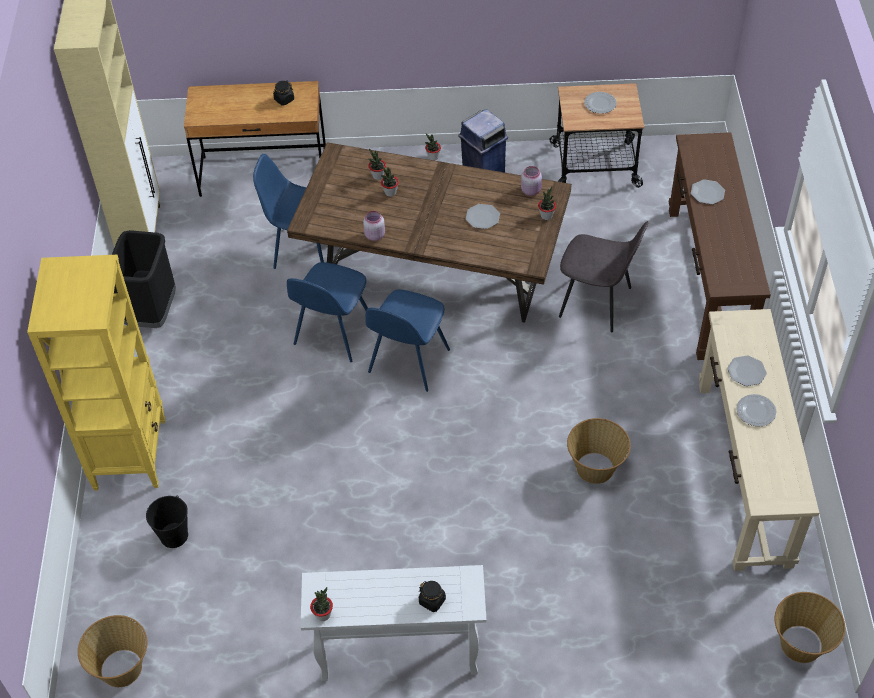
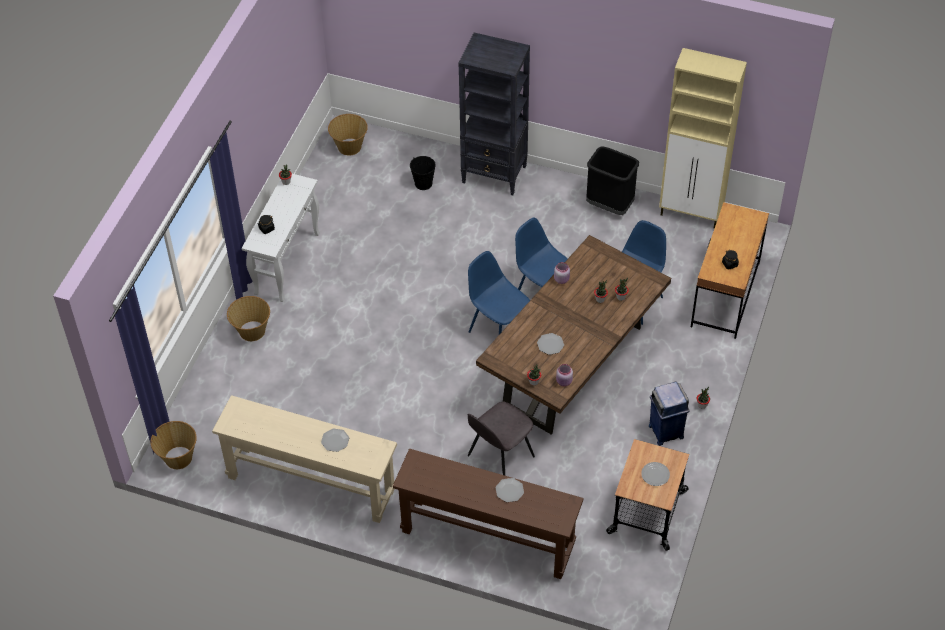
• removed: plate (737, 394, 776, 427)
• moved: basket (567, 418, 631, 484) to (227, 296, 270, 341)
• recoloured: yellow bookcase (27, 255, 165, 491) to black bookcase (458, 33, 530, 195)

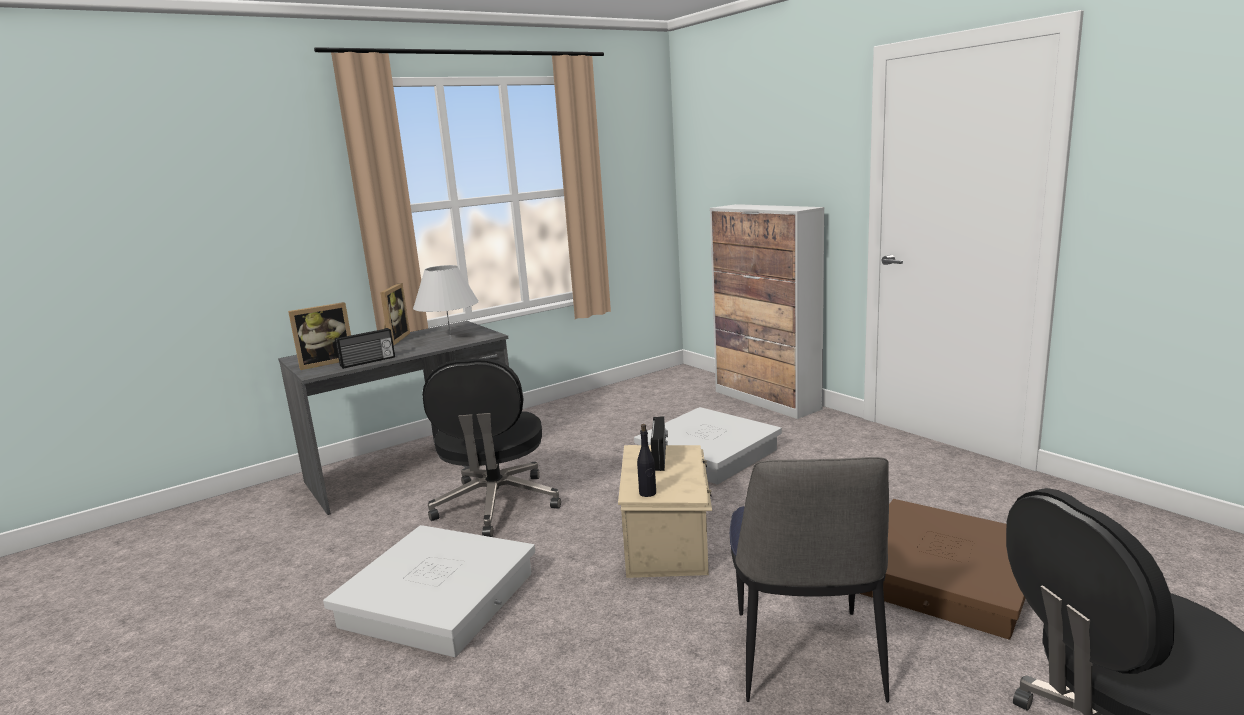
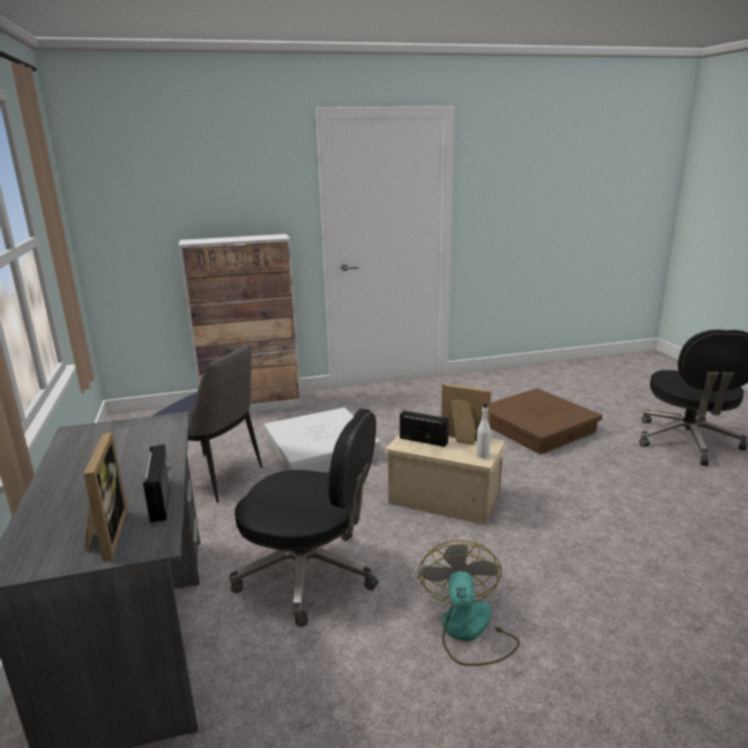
• removed: white table lamp (413, 265, 479, 339)
• moved: picture frame (380, 283, 410, 346) to (441, 384, 491, 445)
• moved: chair (730, 457, 889, 703) to (153, 344, 262, 503)
• replaced: white storage box (323, 525, 535, 657) to fan (418, 540, 520, 666)
• recoloured: black bottle (637, 424, 656, 497) to white bottle (476, 403, 491, 458)

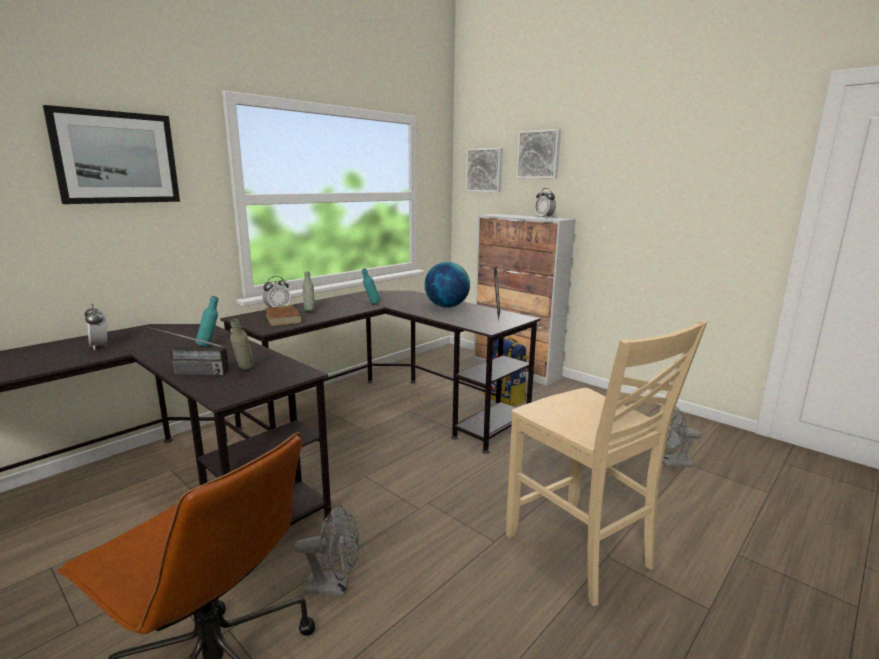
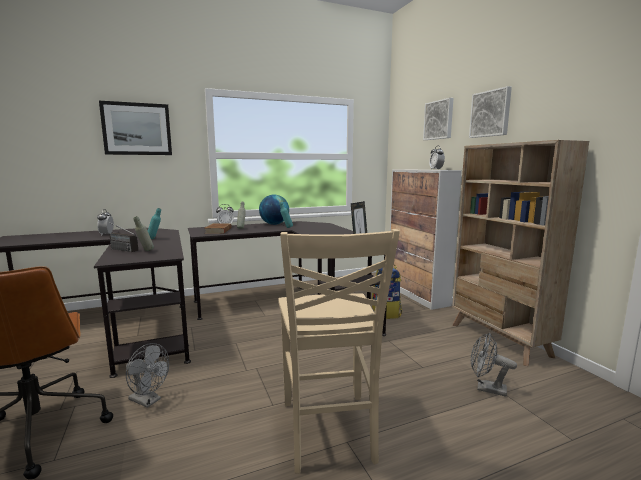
• added: beige bookcase (452, 140, 589, 366)
• moved: globe (425, 262, 470, 308) to (259, 194, 289, 225)
• moved: picture (466, 148, 503, 192) to (469, 86, 512, 138)

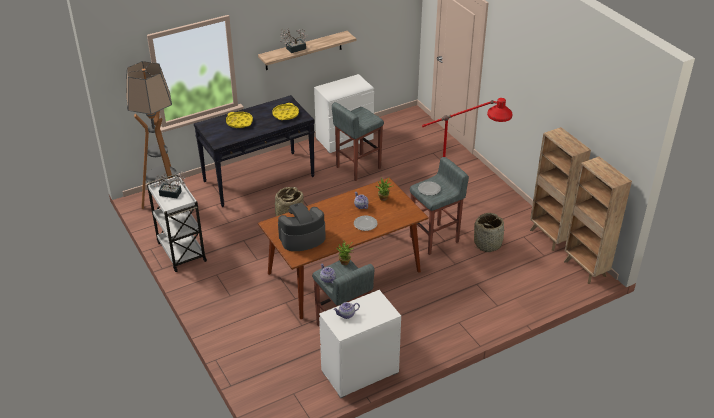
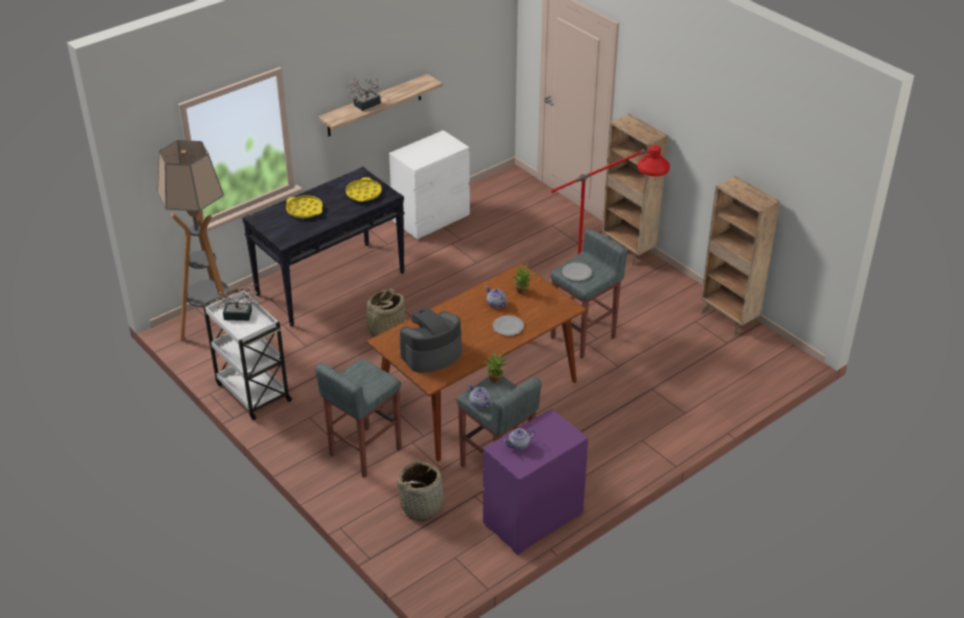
• moved: grey stool (332, 102, 384, 181) to (315, 359, 401, 478)
• moved: basket (474, 213, 506, 252) to (397, 461, 447, 521)
• moved: brown bookcase (564, 156, 632, 284) to (602, 114, 668, 265)
• recoloured: white dresser (319, 290, 401, 398) to purple dresser (483, 409, 588, 555)

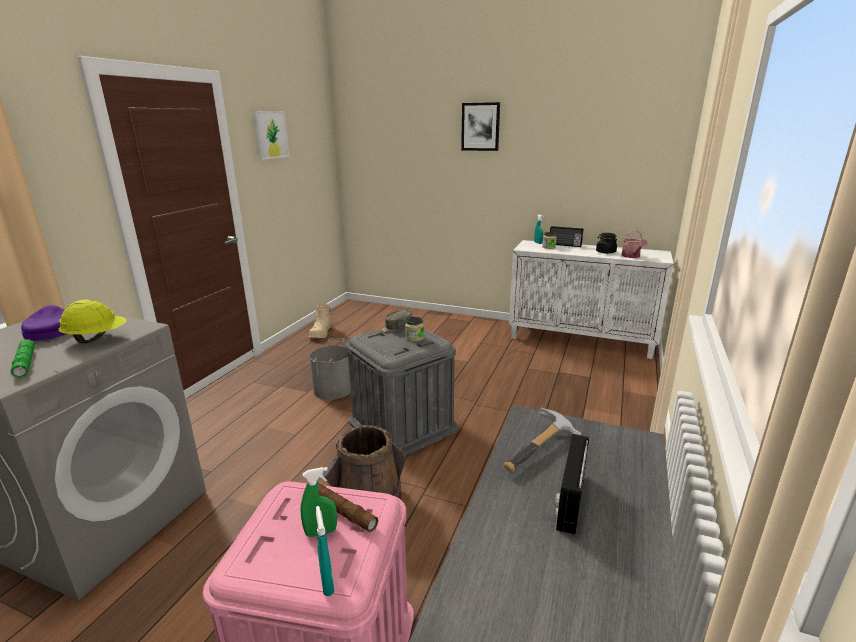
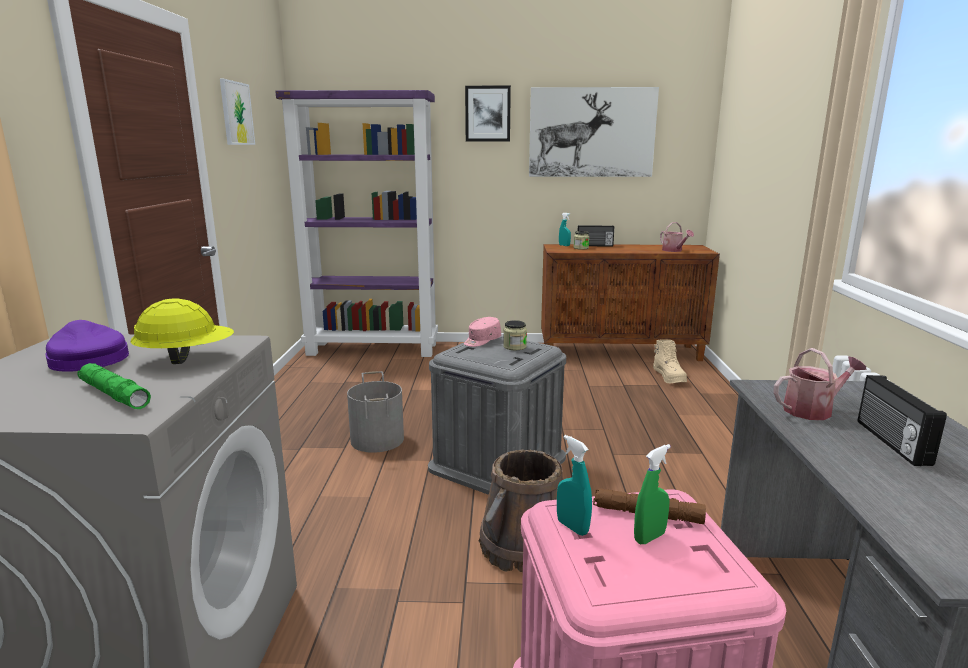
• removed: black jar (596, 233, 617, 254)
• added: purple bookcase (275, 90, 438, 357)
• added: picture (529, 87, 659, 177)
• moved: beige boot (309, 304, 332, 338) to (653, 339, 687, 384)
• moved: turquoise spray bottle (316, 506, 334, 596) to (557, 435, 592, 536)
• replaced: hammer (504, 407, 582, 473) to watering can (773, 348, 866, 420)
• recoloured: grey cap (380, 310, 412, 334) to pink cap (464, 317, 501, 347)
• recoloured: white cabinet (509, 240, 674, 359) to brown cabinet (541, 244, 720, 361)

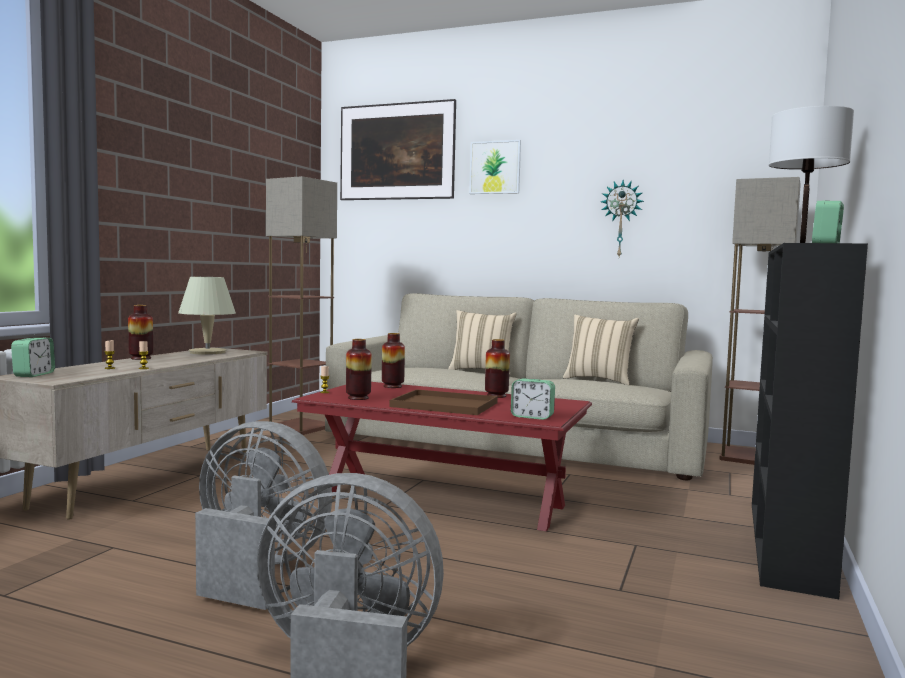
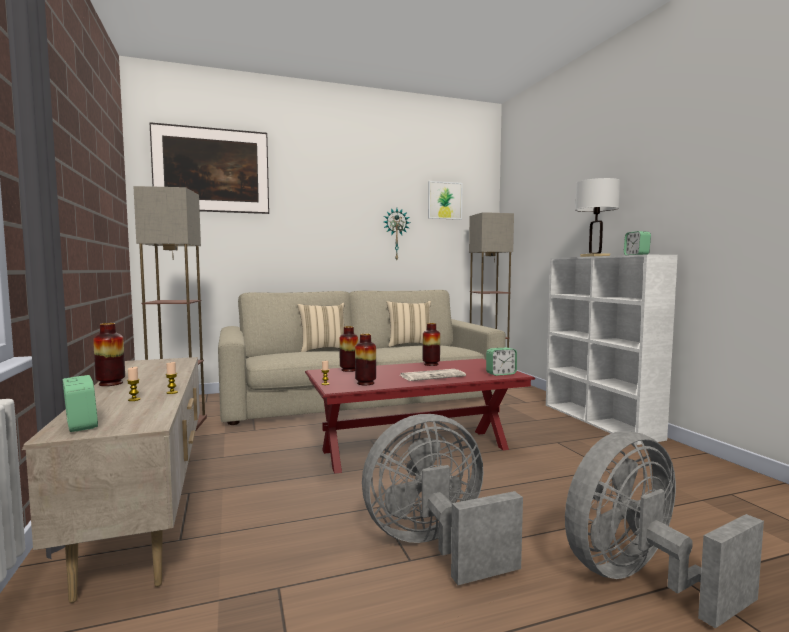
• removed: beige table lamp (178, 277, 236, 355)
• moved: picture (469, 140, 521, 194) to (428, 181, 463, 220)
• replaced: brown tray (390, 389, 498, 415) to newspaper (399, 369, 466, 381)
• recoloured: black bookcase (752, 243, 868, 599) to white bookcase (546, 254, 678, 445)

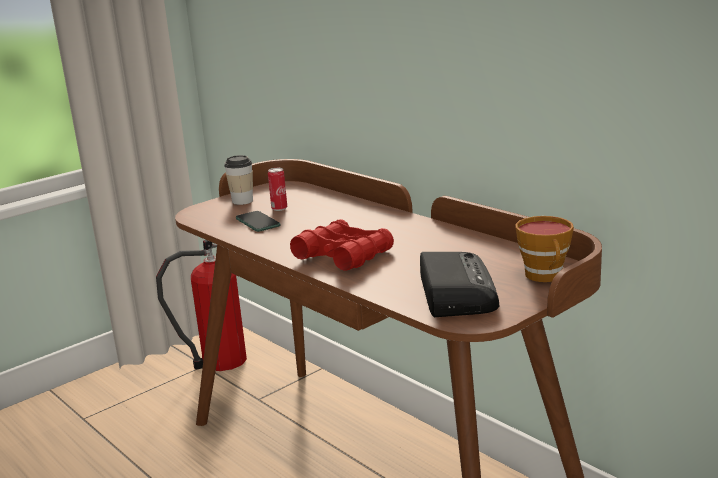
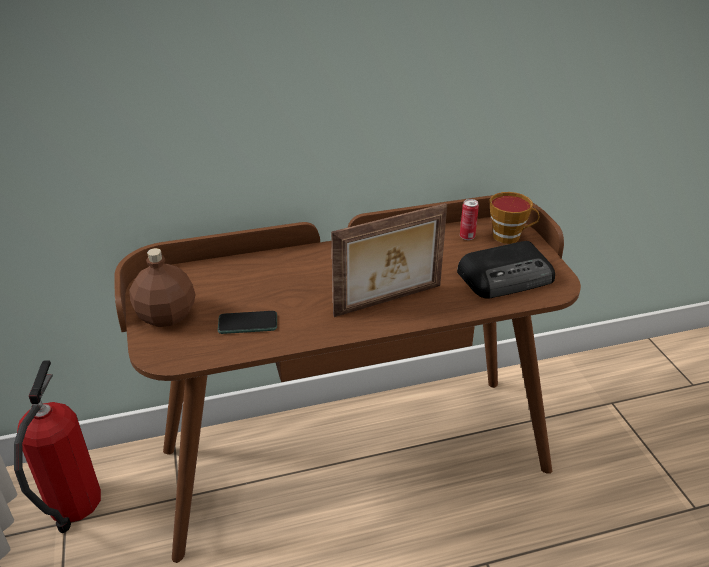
• moved: can (268, 168, 287, 211) to (460, 199, 479, 240)
• replaced: cup (224, 155, 253, 205) to brown bottle (129, 248, 195, 327)
• replaced: red binoculars (290, 219, 394, 271) to picture frame (331, 203, 447, 317)
• turned: radio (420, 252, 499, 317) = (457, 241, 555, 299) 135 degrees clockwise

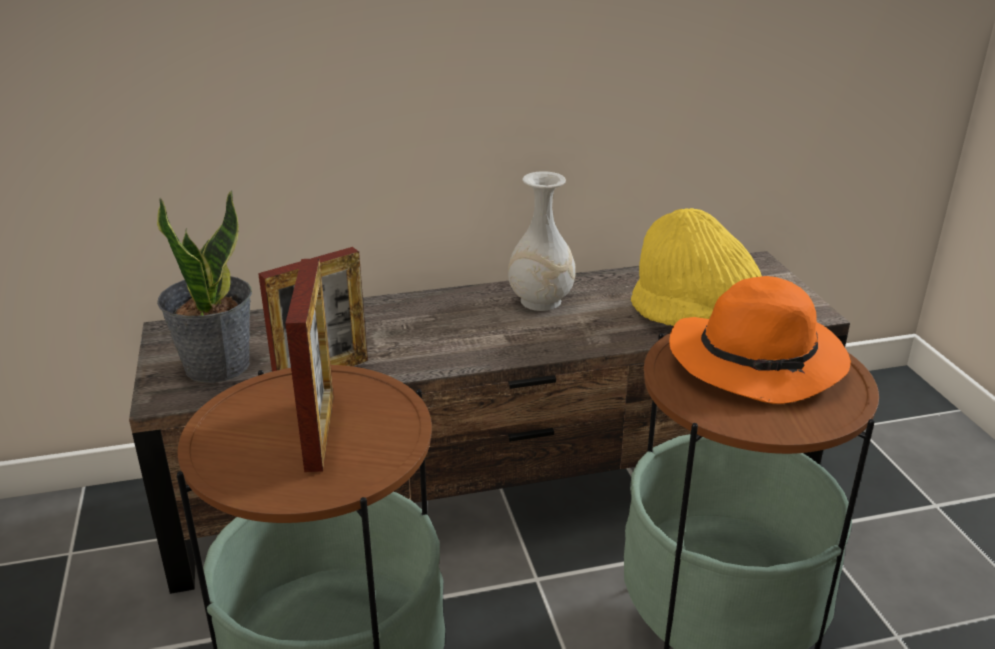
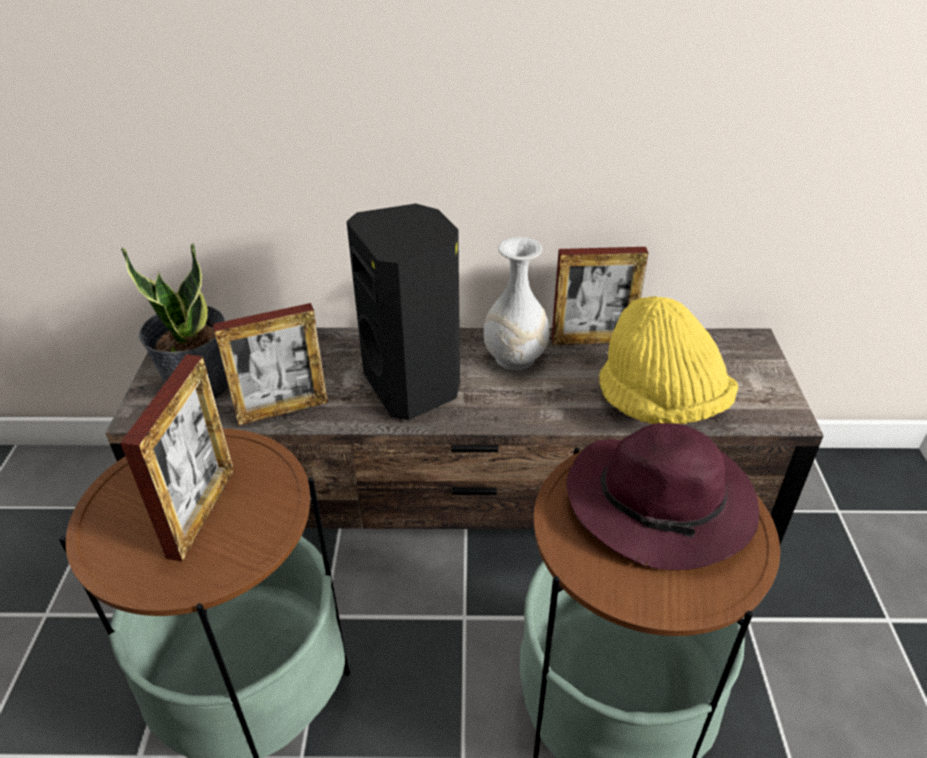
• added: black speaker (346, 204, 460, 420)
• added: picture frame (551, 247, 648, 345)
• recoloured: orange hat (669, 276, 851, 404) to purple hat (567, 423, 759, 570)

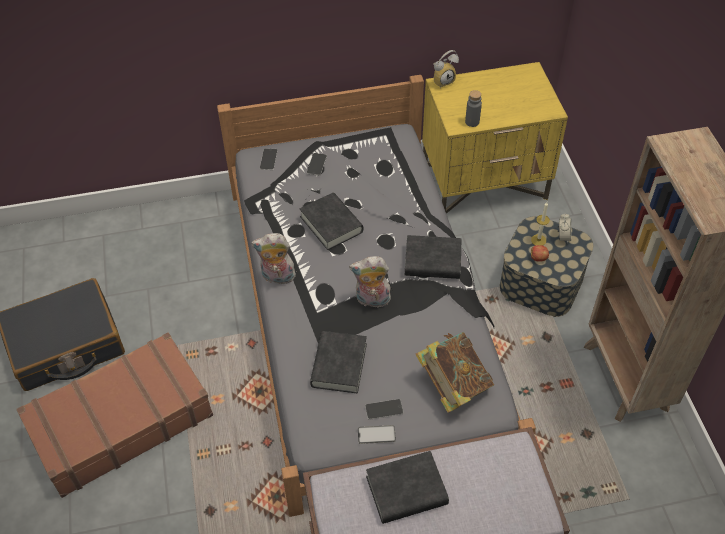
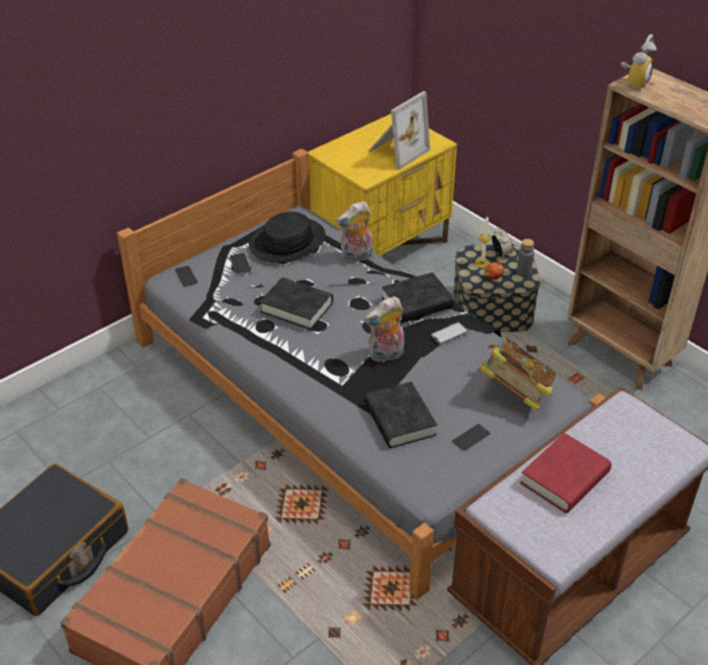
• added: black hat (249, 212, 326, 263)
• added: picture frame (368, 91, 430, 170)
• moved: plush toy (251, 233, 296, 285) to (336, 201, 373, 263)
• moved: phone (358, 425, 396, 444) to (431, 322, 468, 344)
• moved: alarm clock (433, 50, 459, 88) to (621, 34, 657, 90)
• moved: grey bottle (465, 90, 482, 127) to (517, 239, 534, 277)
• recoloured: black book (366, 451, 449, 524) to red book (520, 433, 612, 513)

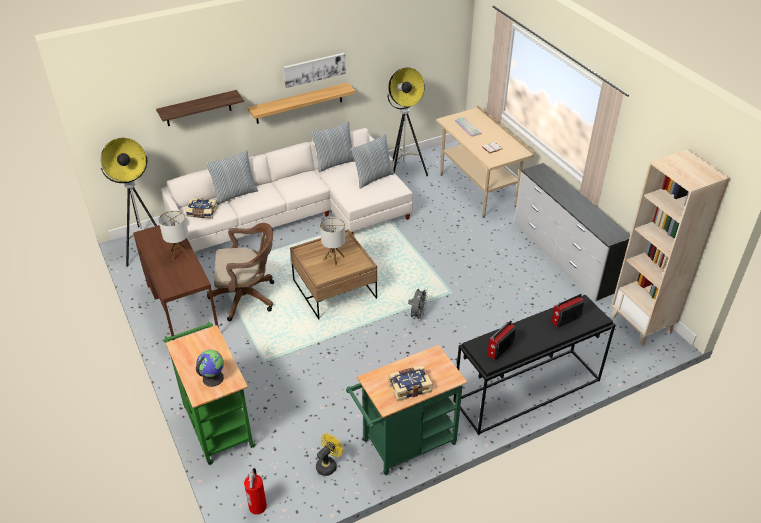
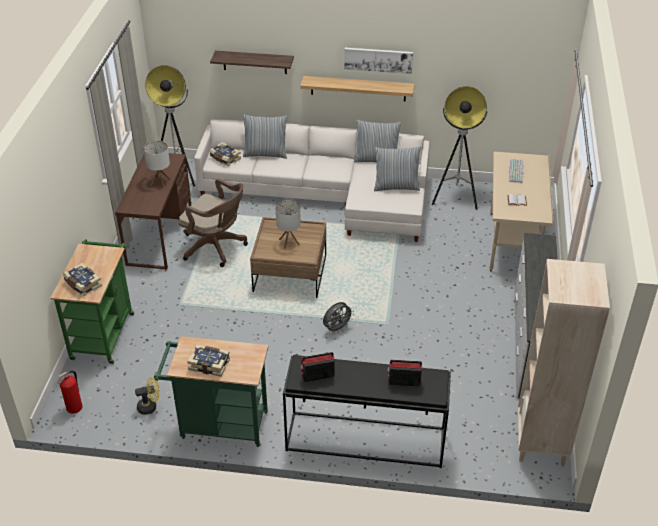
• replaced: globe (196, 350, 224, 387) to book (63, 263, 102, 296)

